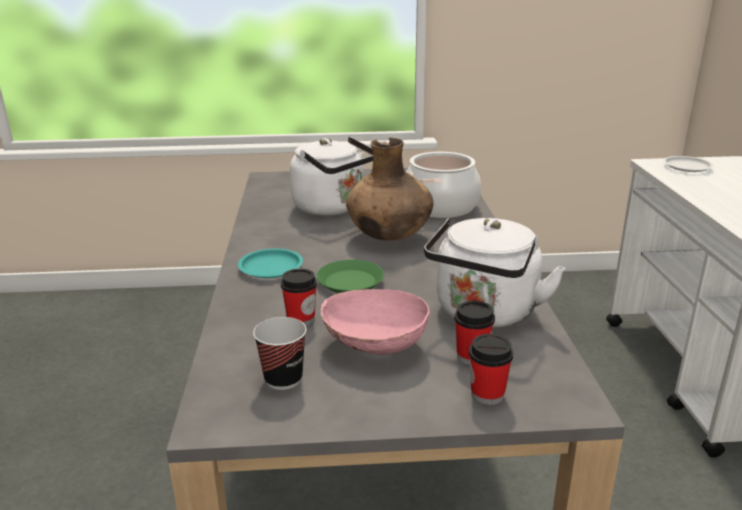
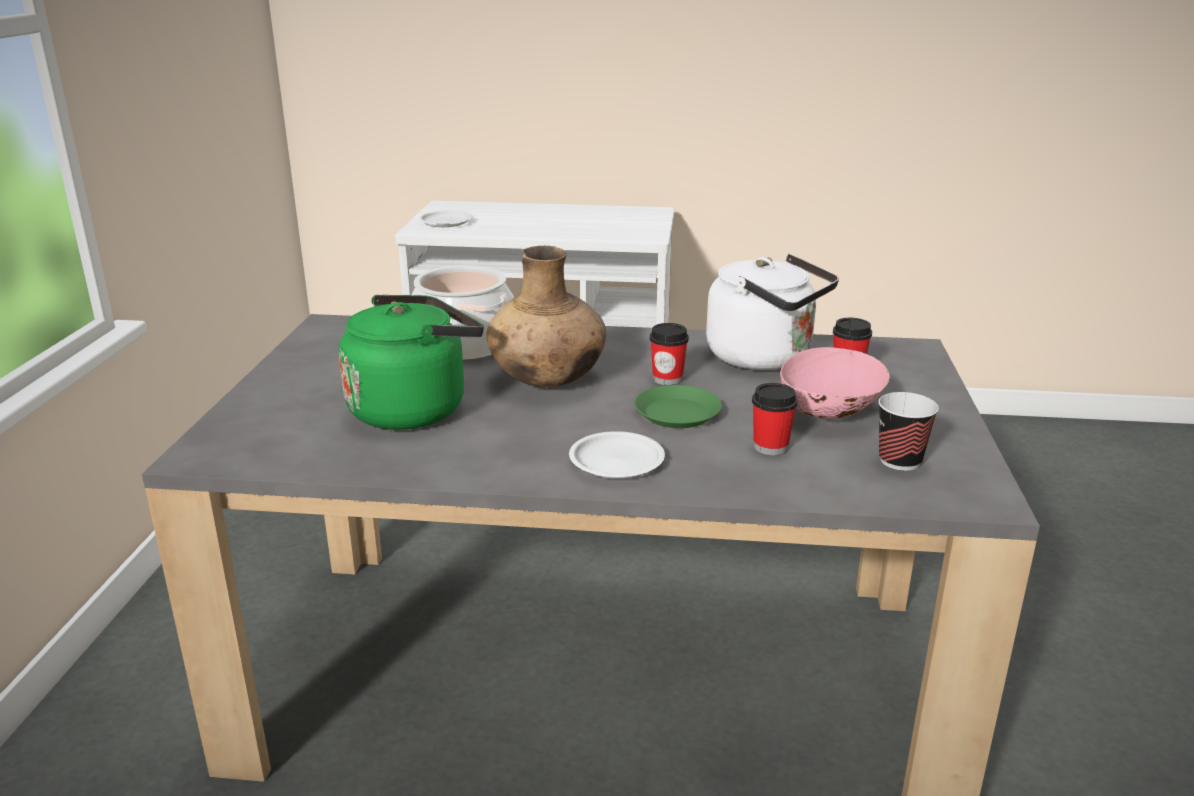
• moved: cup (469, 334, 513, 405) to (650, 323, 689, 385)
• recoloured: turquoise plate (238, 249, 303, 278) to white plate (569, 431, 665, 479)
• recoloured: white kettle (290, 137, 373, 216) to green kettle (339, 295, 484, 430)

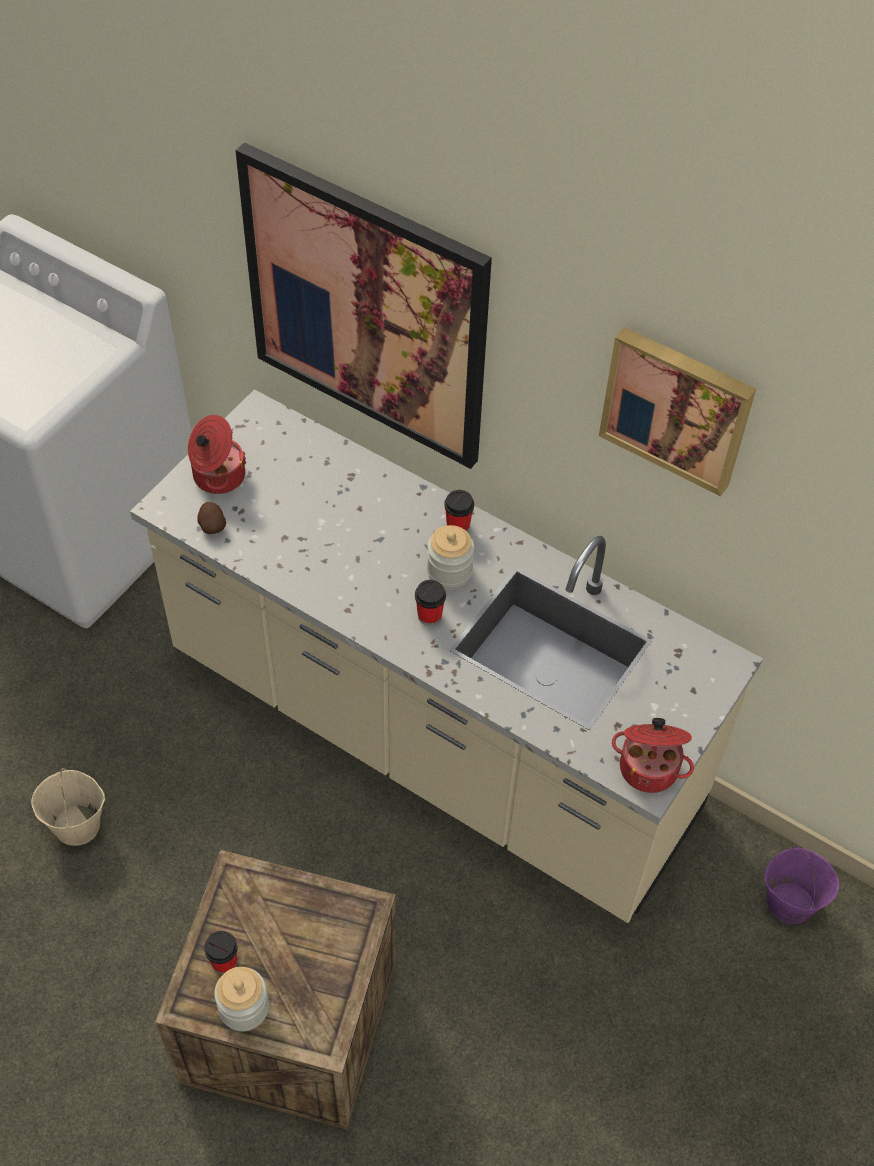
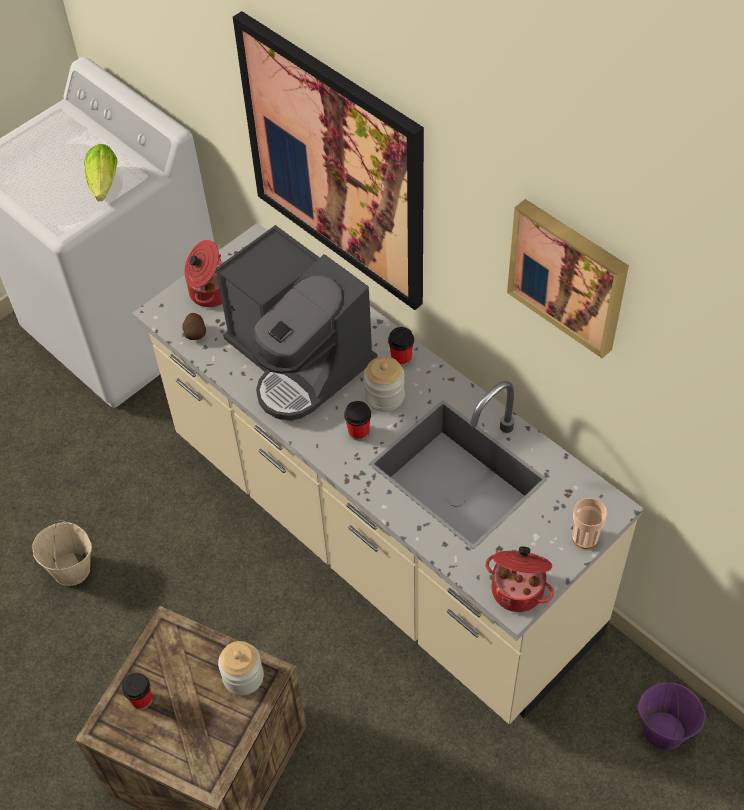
• added: lettuce (84, 144, 117, 201)
• added: coffee machine (216, 225, 378, 421)
• added: cup (572, 498, 607, 549)
• moved: jar (214, 967, 269, 1032) to (218, 641, 264, 696)

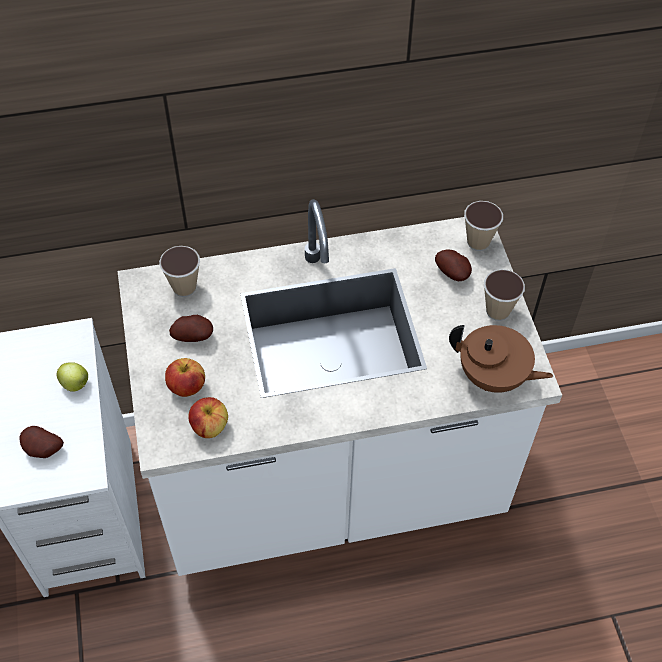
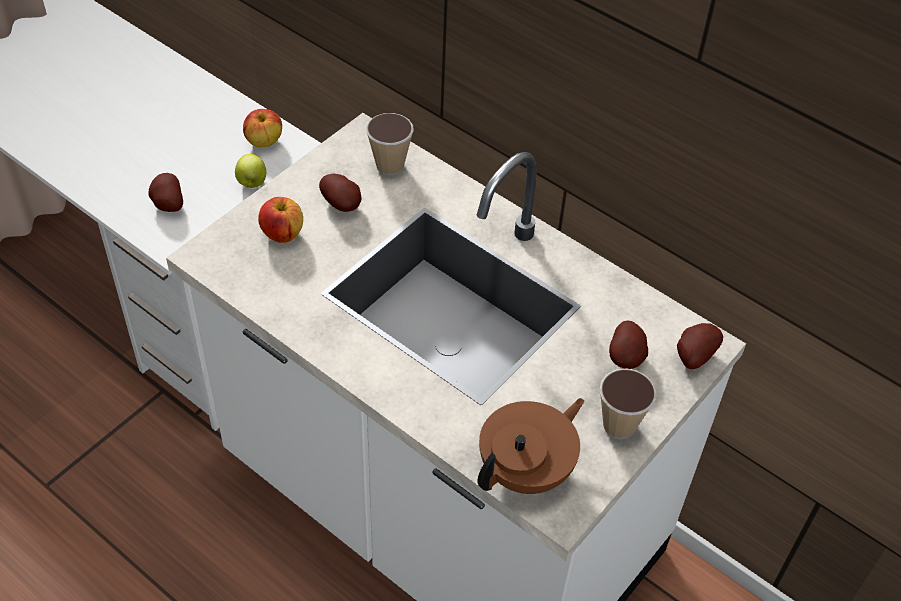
• moved: apple (188, 397, 228, 438) to (243, 109, 282, 147)
• replaced: cup (464, 201, 503, 251) to potato (677, 323, 723, 369)
• turned: brown teapot (449, 325, 554, 393) = (477, 398, 584, 494) 120 degrees counterclockwise

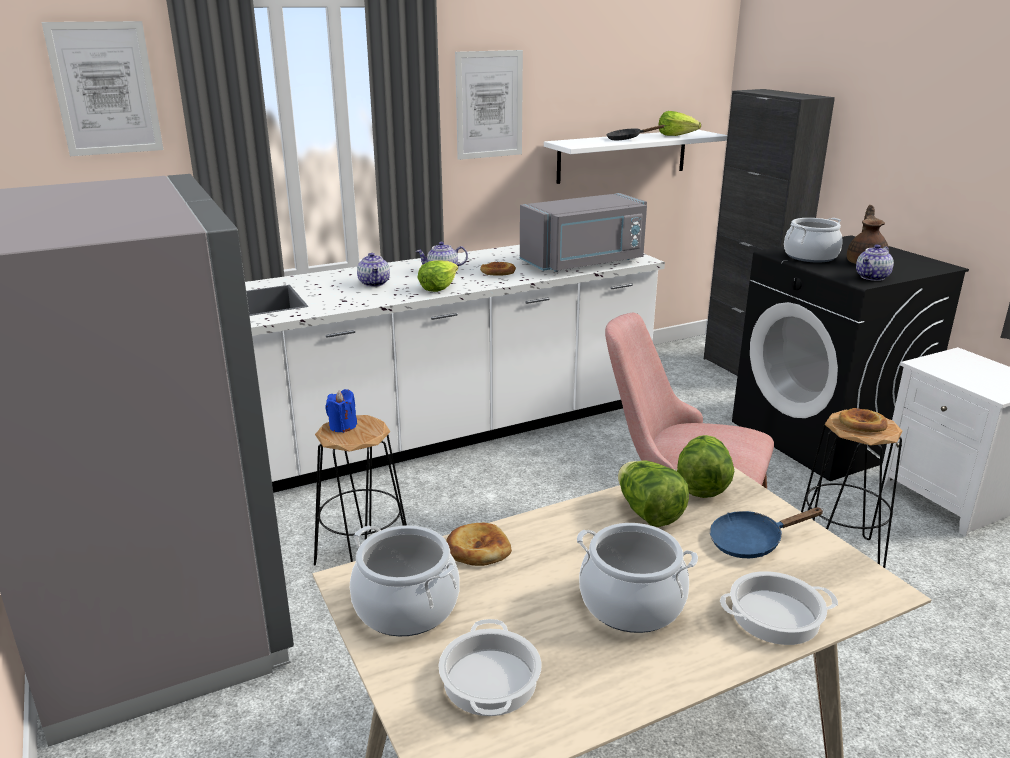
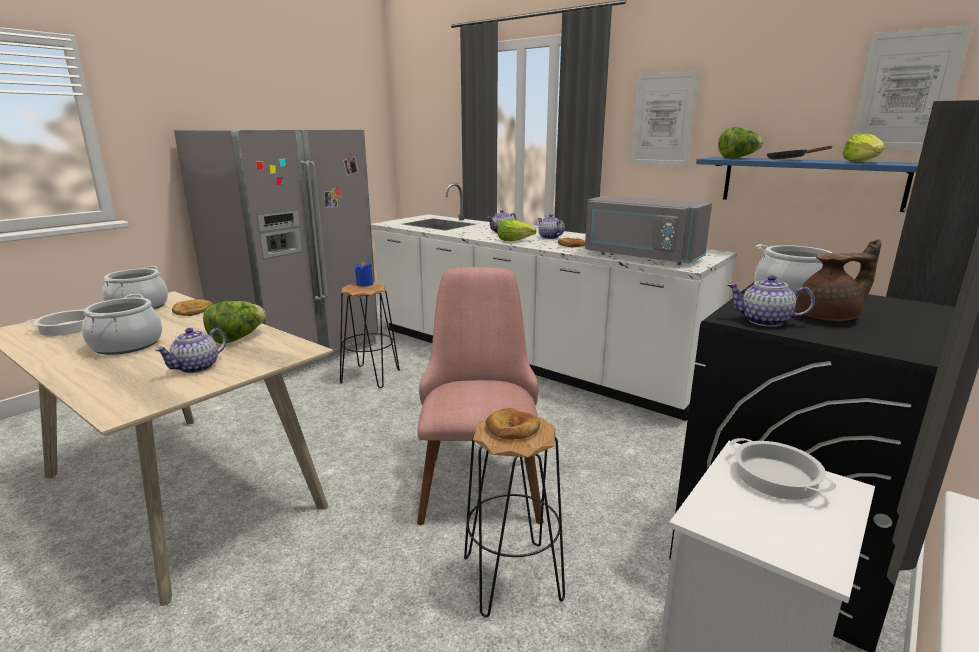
• moved: picture (42, 21, 163, 156) to (851, 25, 973, 149)
• moved: lettuce (677, 435, 734, 498) to (718, 127, 763, 158)
• moved: cooking pot (720, 571, 838, 645) to (729, 438, 836, 500)
• replaced: blue frying pan (710, 507, 824, 558) to teapot (155, 328, 227, 373)
• recoloured: white shelf (544, 130, 728, 184) to blue shelf (696, 157, 918, 212)

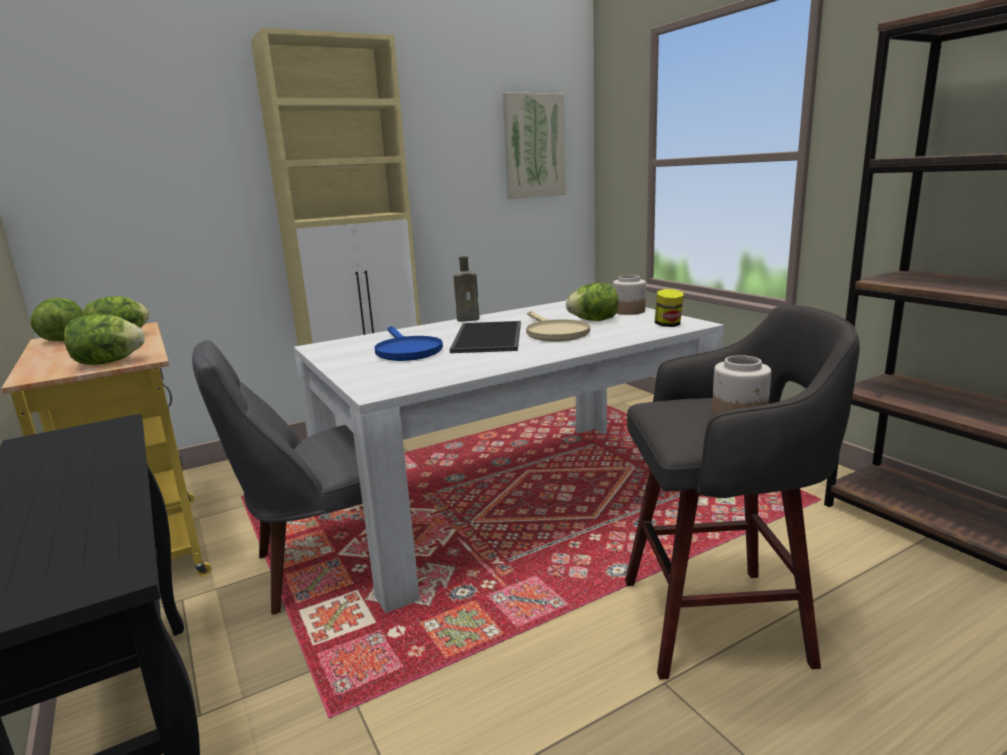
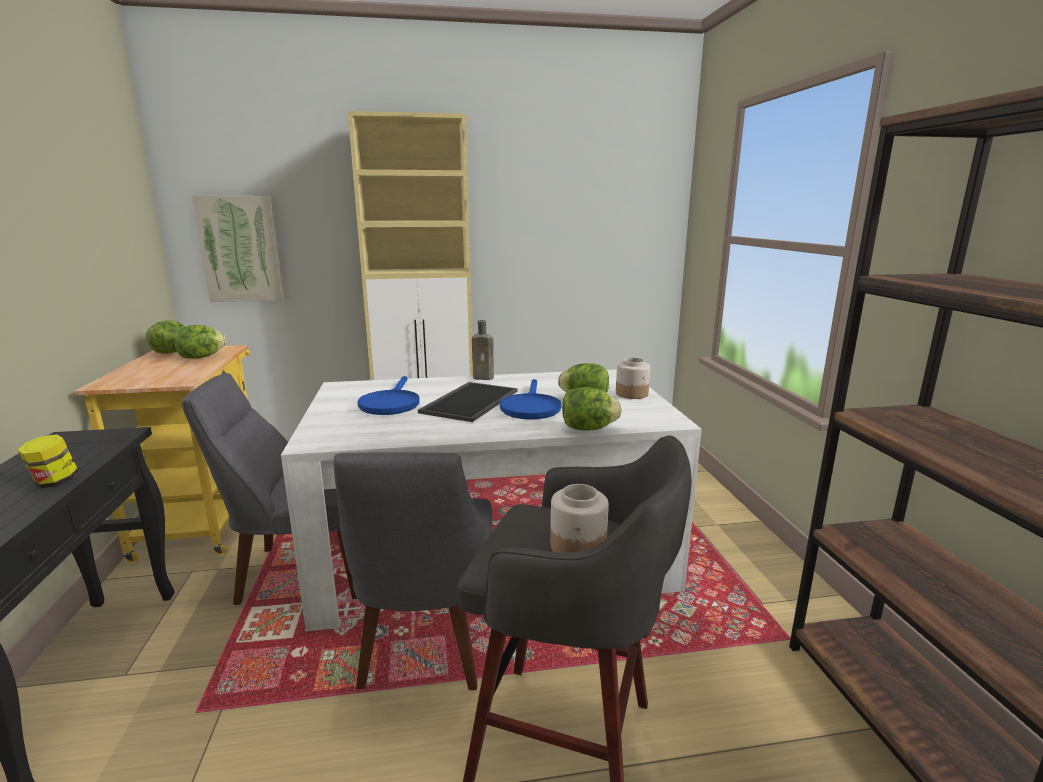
• added: grey chair (334, 452, 492, 690)
• moved: lettuce (64, 314, 145, 365) to (562, 387, 622, 431)
• moved: picture (503, 93, 566, 199) to (192, 196, 284, 302)
• moved: jar (655, 289, 684, 327) to (18, 434, 79, 488)
• recoloured: beige frying pan (526, 311, 590, 342) to blue frying pan (500, 379, 562, 420)

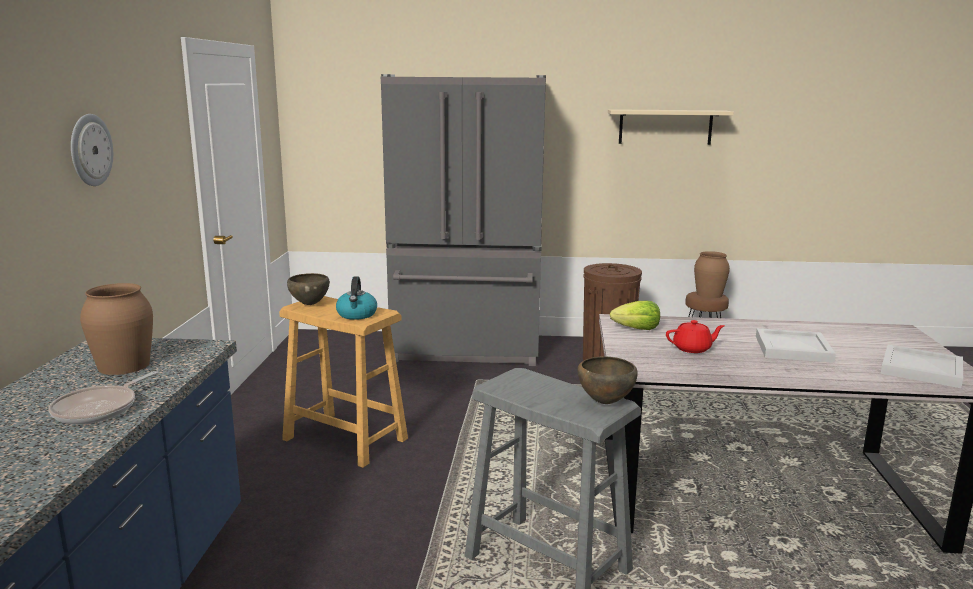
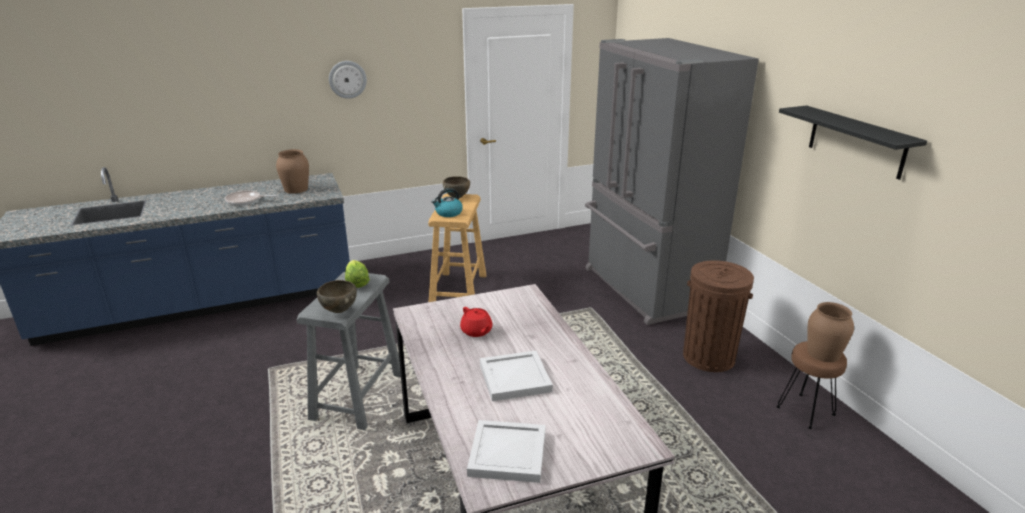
• moved: lettuce (610, 301, 660, 330) to (345, 260, 370, 288)
• recoloured: beige shelf (608, 109, 734, 145) to black shelf (779, 105, 927, 180)

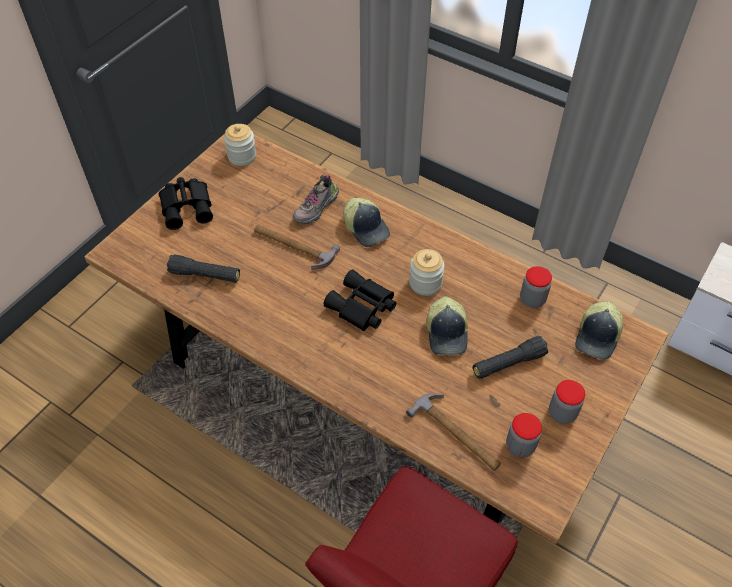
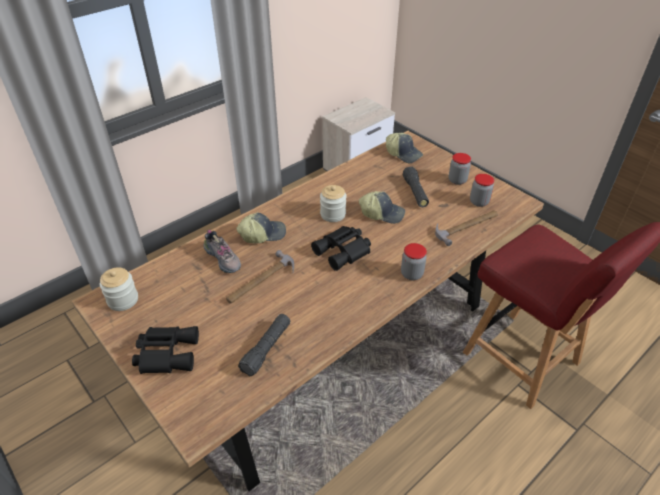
• moved: jar (520, 266, 552, 308) to (401, 243, 427, 280)

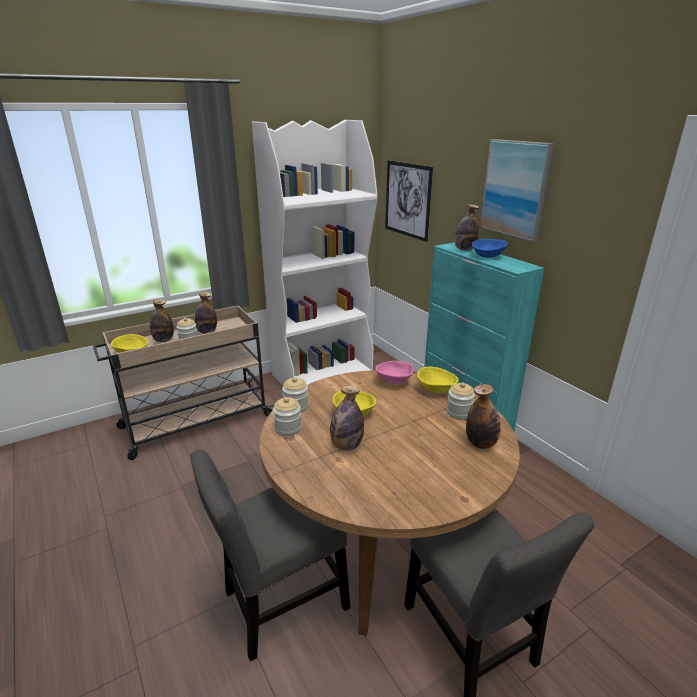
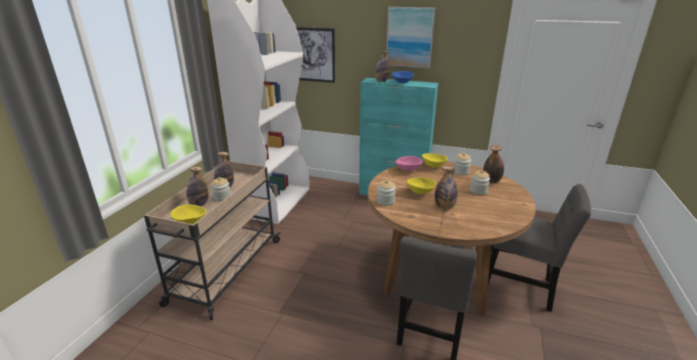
• moved: jar (273, 397, 302, 436) to (470, 170, 490, 195)

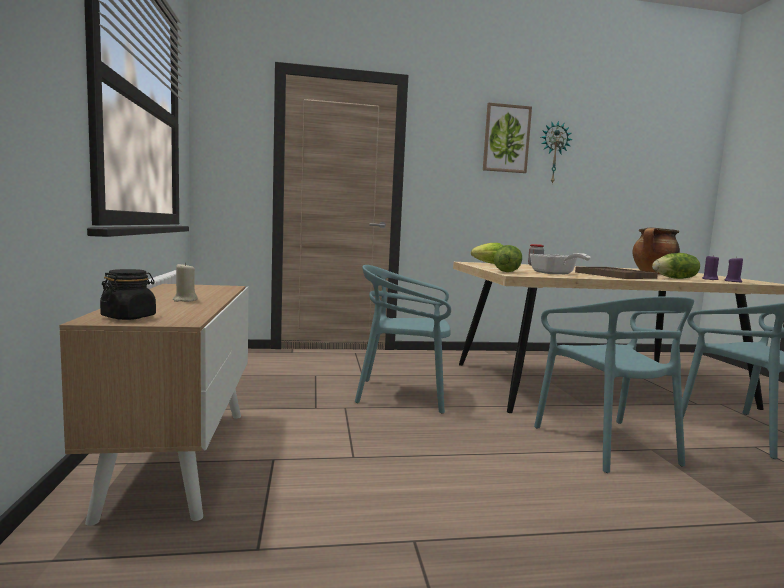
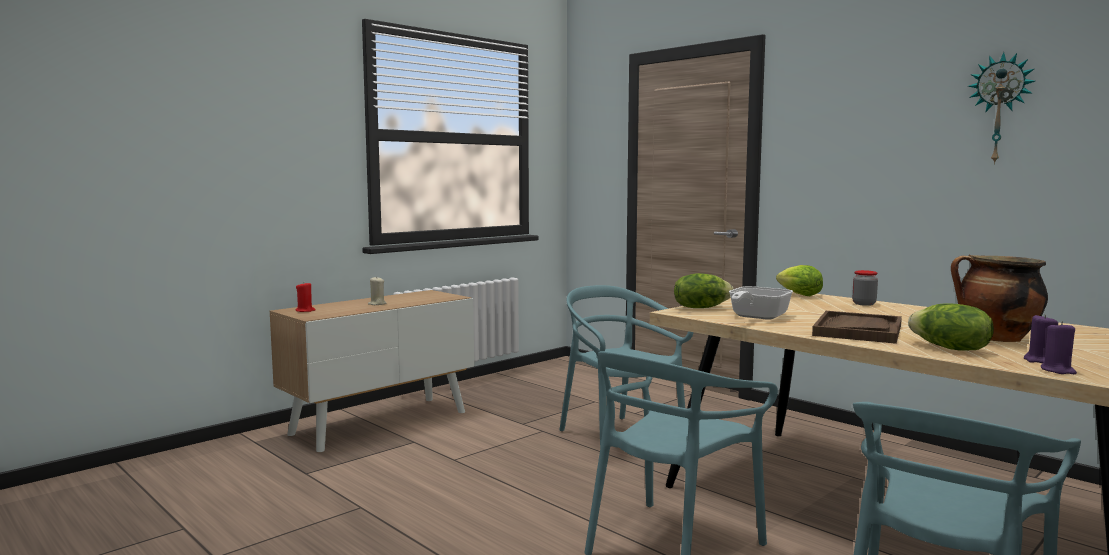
• removed: picture (483, 103, 532, 173)
• replaced: black jar (100, 269, 156, 320) to red candle (296, 283, 316, 312)

